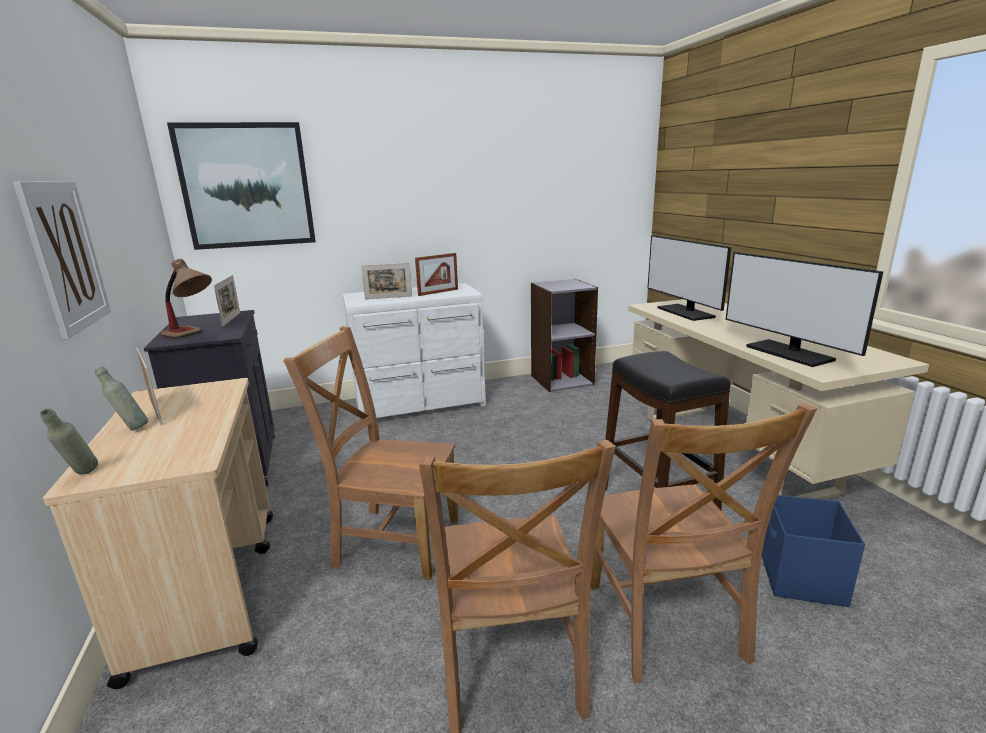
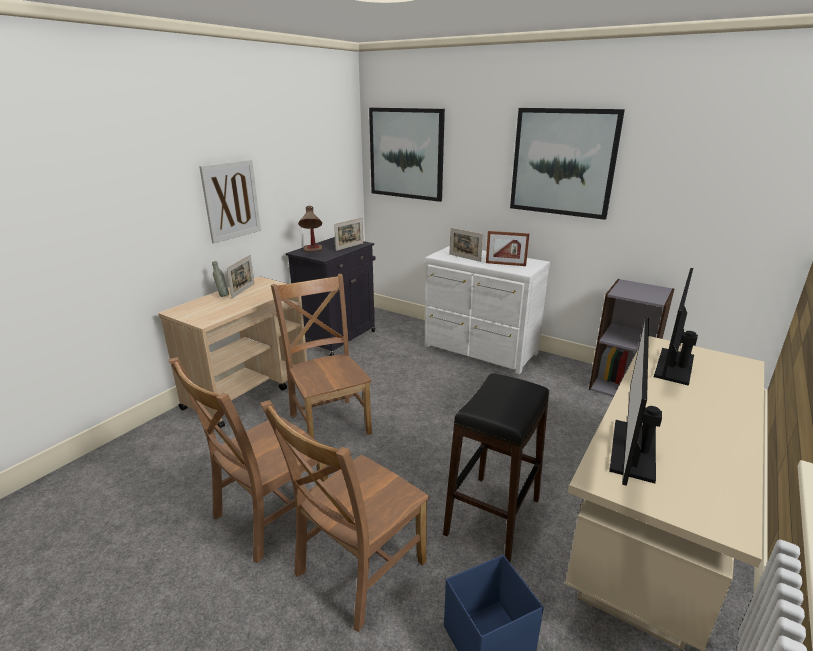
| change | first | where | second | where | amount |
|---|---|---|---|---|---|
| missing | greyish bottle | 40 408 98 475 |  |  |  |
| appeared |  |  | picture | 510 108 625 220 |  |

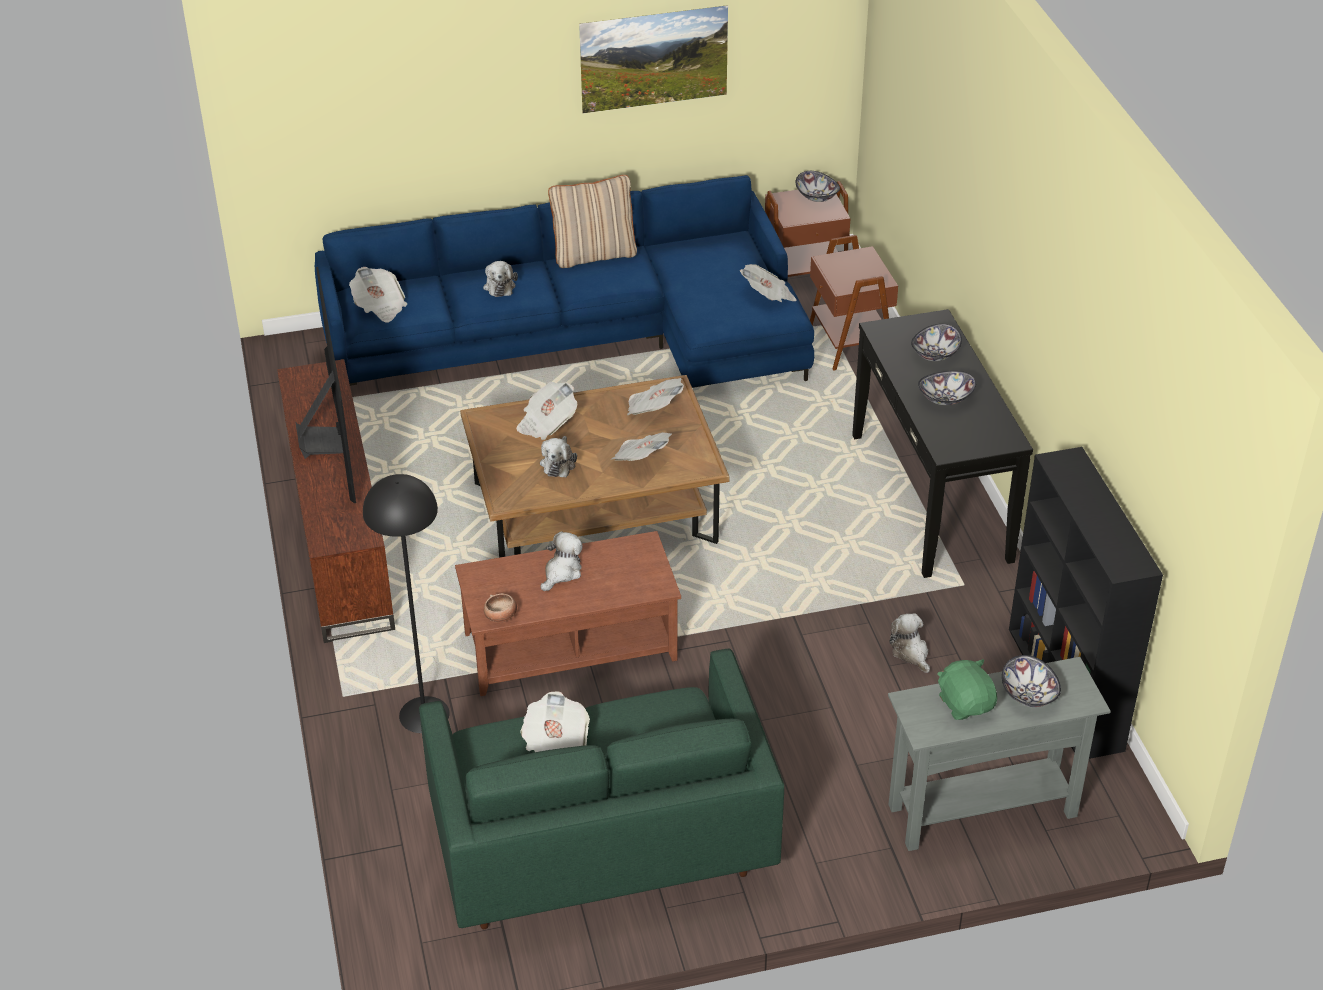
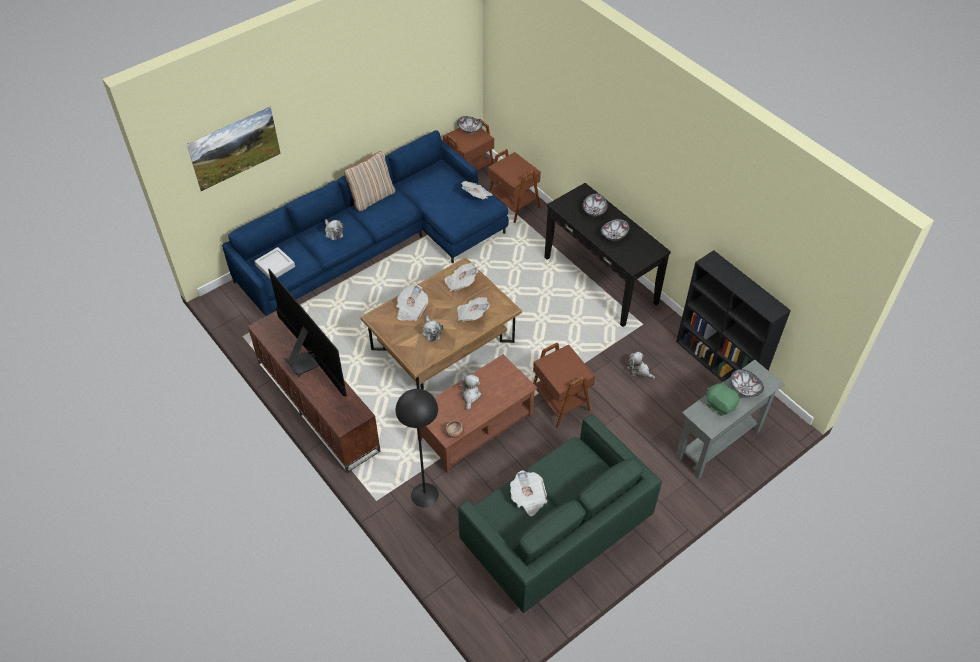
| change | first | where | second | where | amount |
|---|---|---|---|---|---|
| relocated | picture | 579 5 728 114 |  | 187 106 281 191 |  |
| exchanged | printed paper | 349 267 407 322 | greyish tray | 255 247 295 280 |  |
| appeared |  |  | brown-coloured accent table | 533 343 595 428 |  |

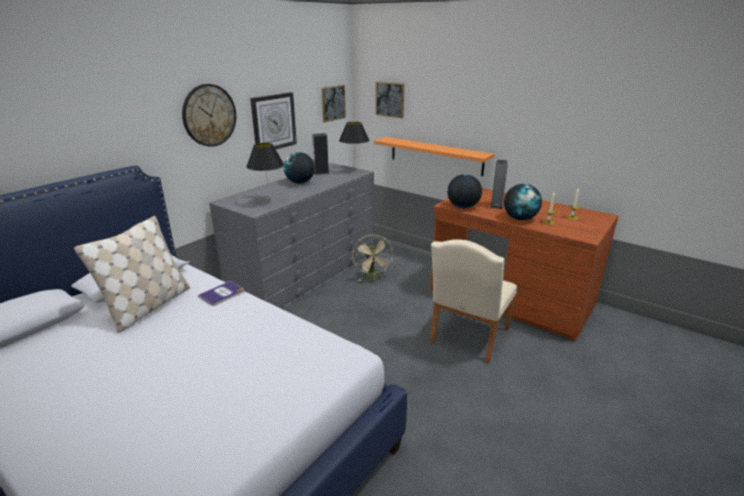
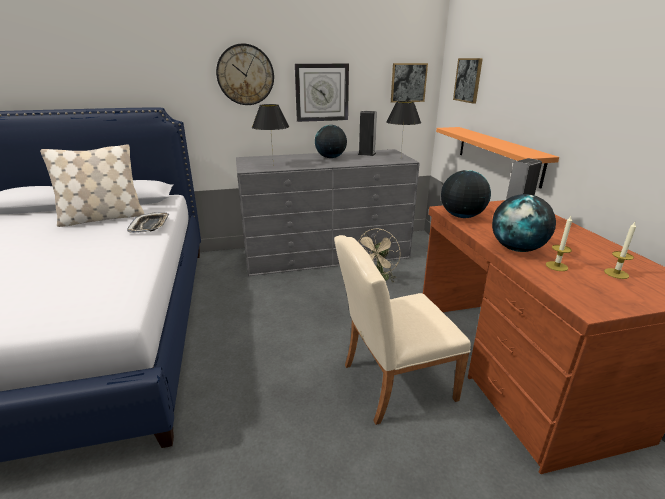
| change | first | where | second | where | amount |
|---|---|---|---|---|---|
| exchanged | book | 198 281 244 306 | tray | 127 212 169 233 |  |

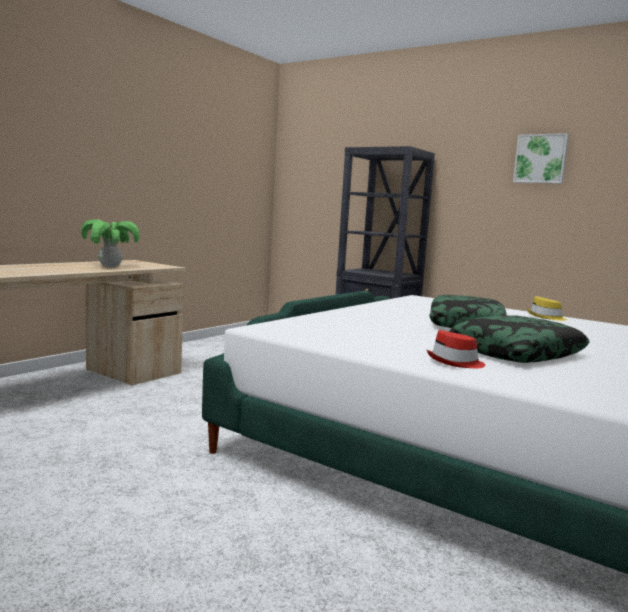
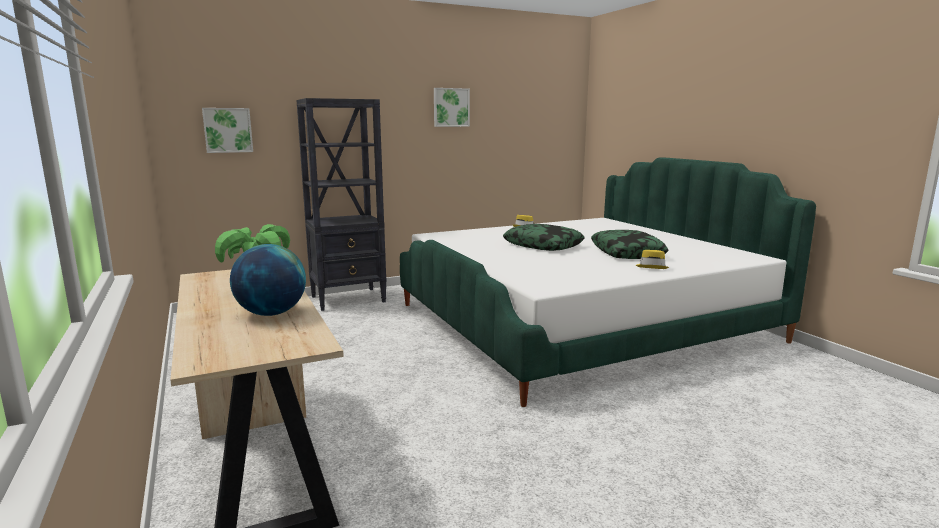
| change | first | where | second | where | amount |
|---|---|---|---|---|---|
| colour | red clothing hat | 427 330 486 368 | yellow-coloured clothing hat | 635 250 669 269 |  |
| appeared |  |  | picture | 202 108 253 153 |  |
| appeared |  |  | desk globe | 230 244 306 316 |  |

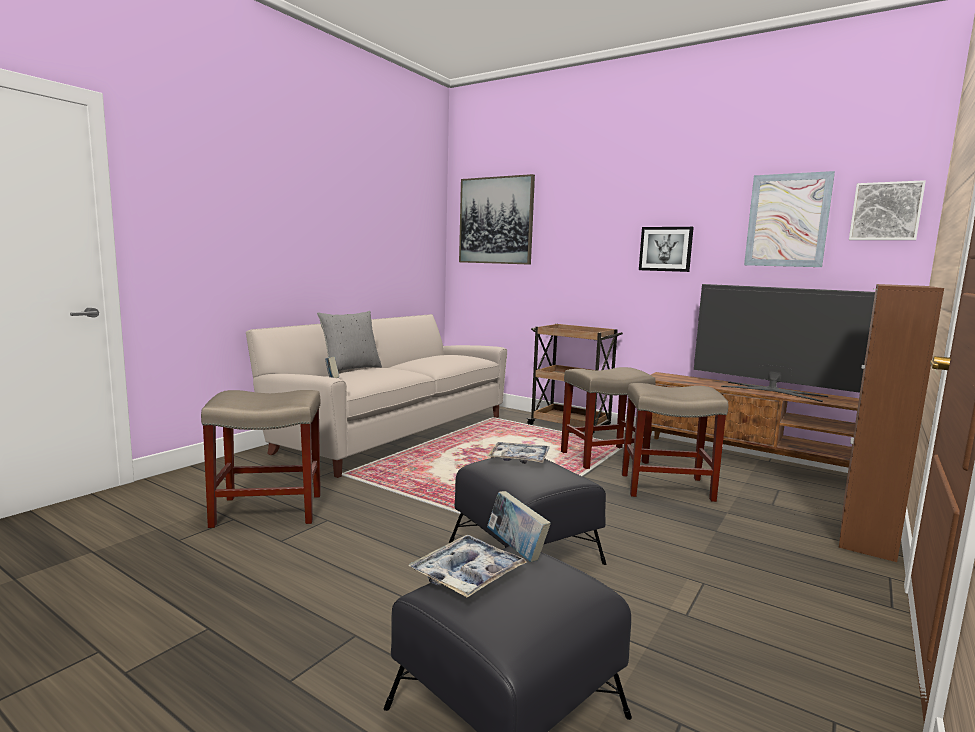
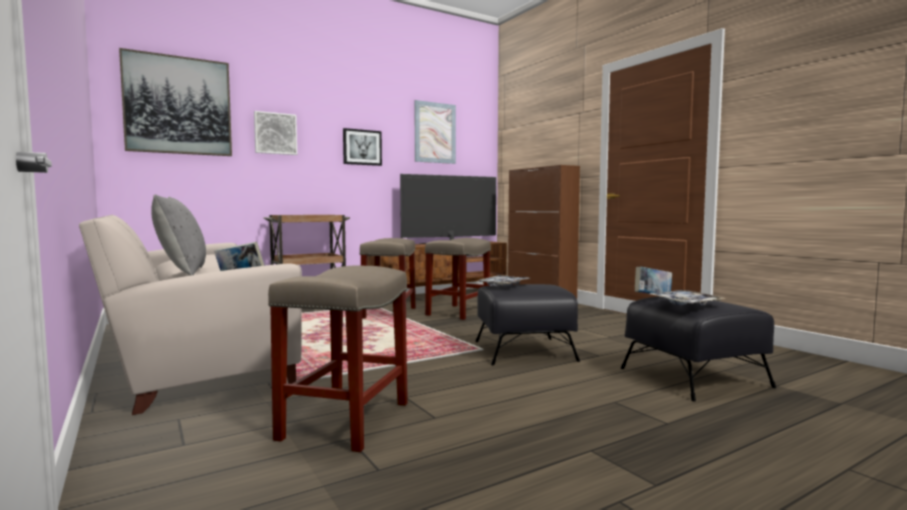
| change | first | where | second | where | amount |
|---|---|---|---|---|---|
| relocated | picture | 849 180 926 240 |  | 254 111 297 155 |  |

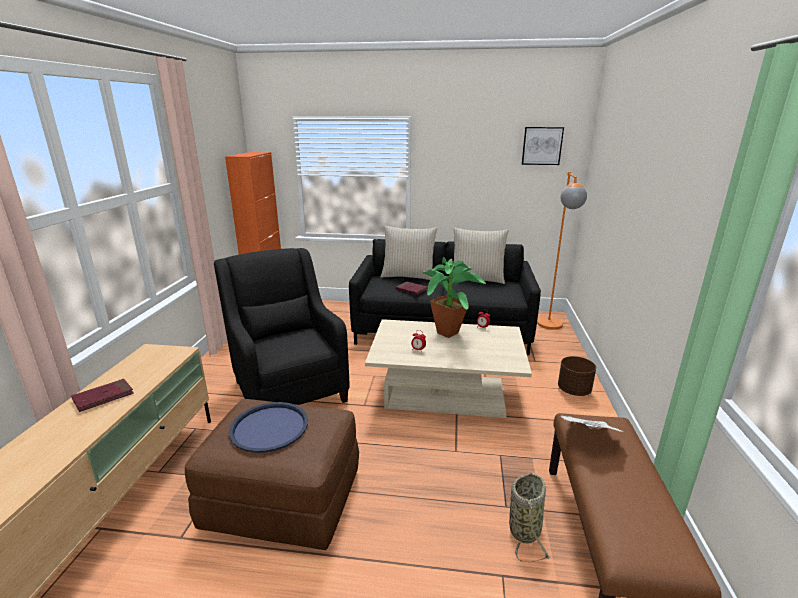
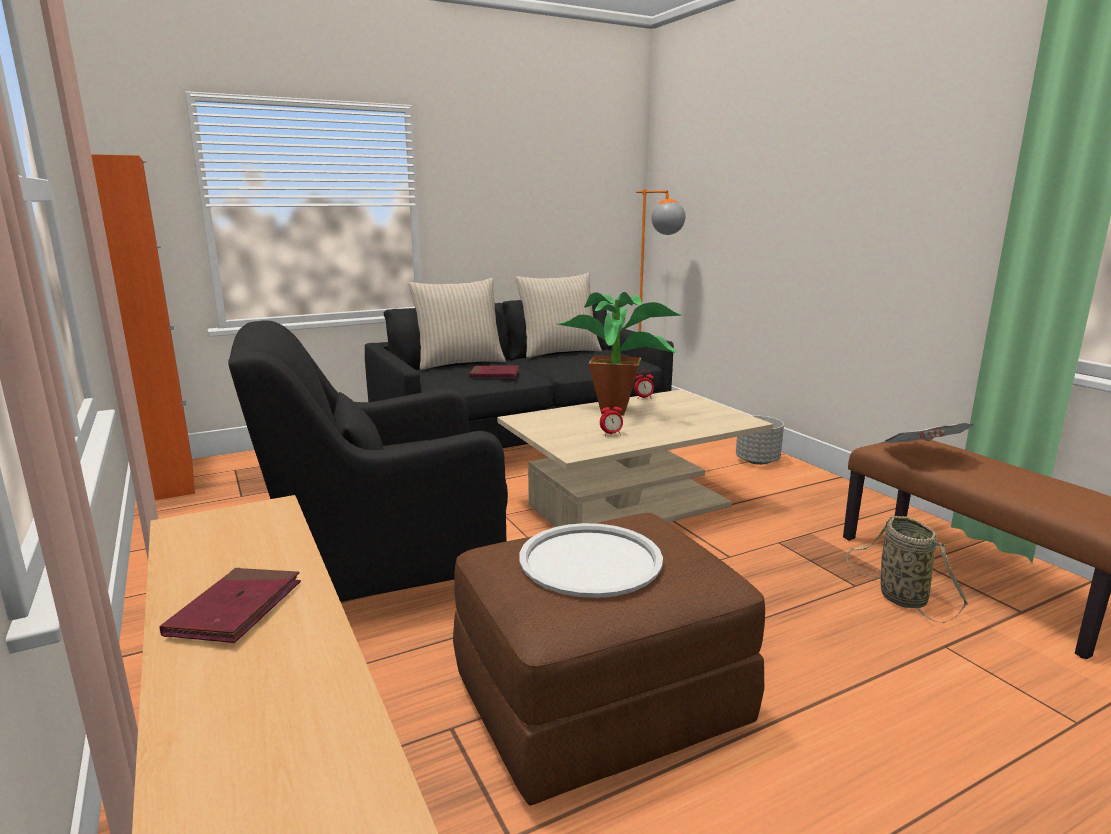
| change | first | where | second | where | amount |
|---|---|---|---|---|---|
| missing | picture | 522 127 564 165 |  |  |  |
| spun | black-coloured armchair | 214 248 350 405 |  | 228 320 508 602 | 45 degrees counterclockwise |
| colour | brown-coloured plant pot | 558 356 596 396 | greyish plant pot | 736 416 784 465 |  |
| colour | bluish tray | 229 402 308 453 | whitish tray | 519 523 663 598 |  |

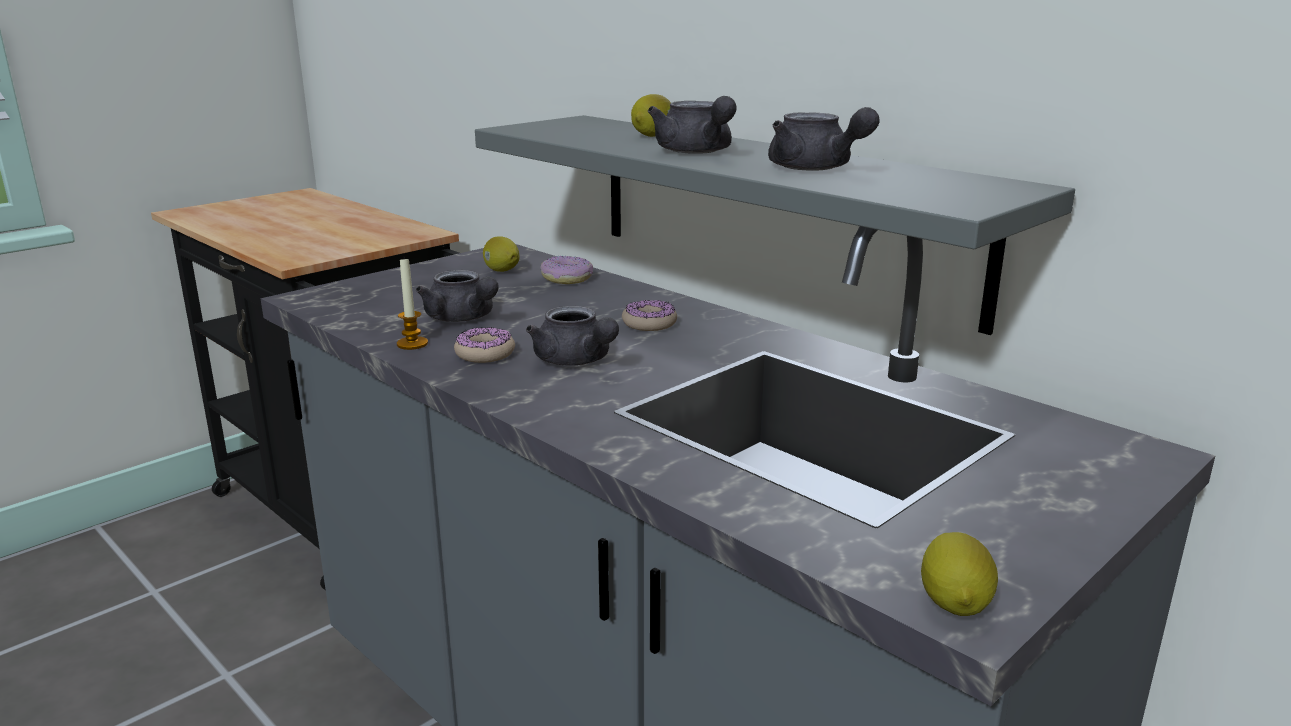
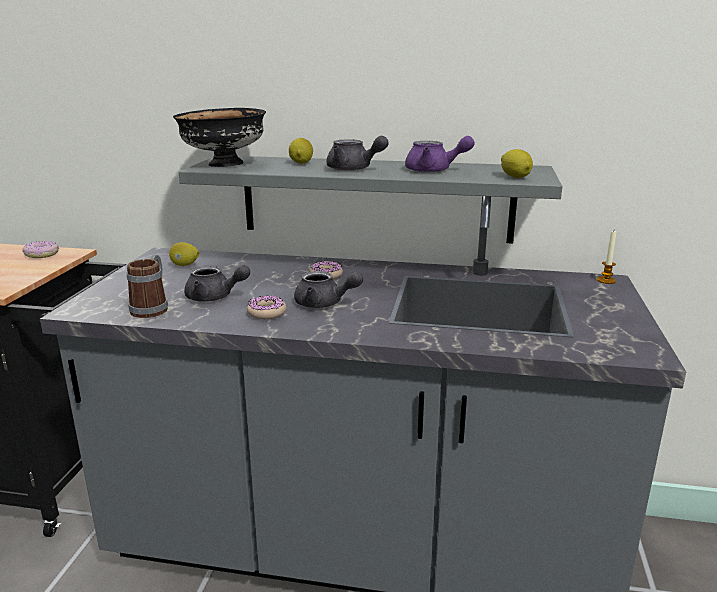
| change | first | where | second | where | amount |
|---|---|---|---|---|---|
| colour | greyish pot for tea | 768 107 880 171 | purple pot for tea | 405 136 475 172 |  |
| relocated | ring doughnut | 540 256 593 284 |  | 23 241 59 258 |  |
| relocated | wax light | 397 258 428 350 |  | 597 231 617 284 |  |
| relocated | whole lemon | 921 532 998 616 |  | 501 149 533 178 |  |
| appeared |  |  | black-coloured bowl | 173 108 266 167 |  |
| appeared |  |  | coffee mug | 127 255 168 318 |  |

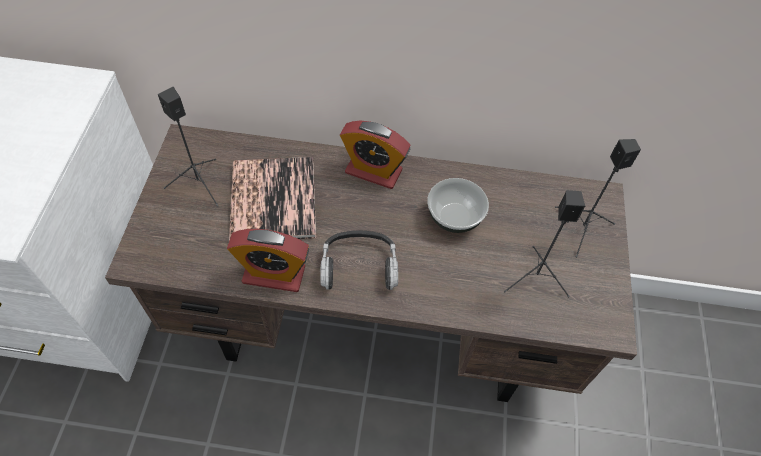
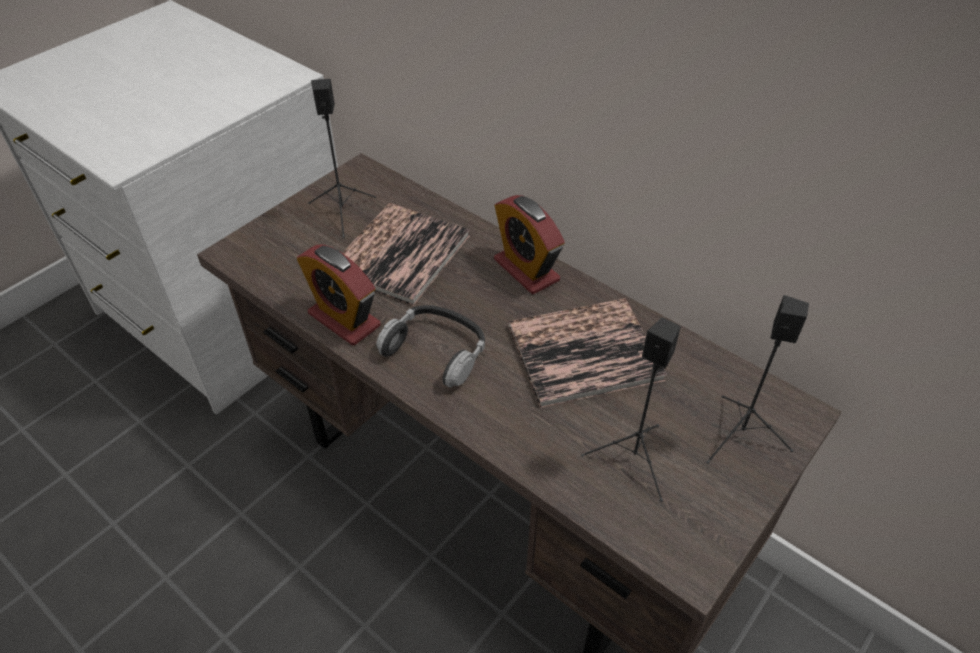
| change | first | where | second | where | amount |
|---|---|---|---|---|---|
| exchanged | bowl | 427 178 489 233 | book | 508 298 667 408 |  |

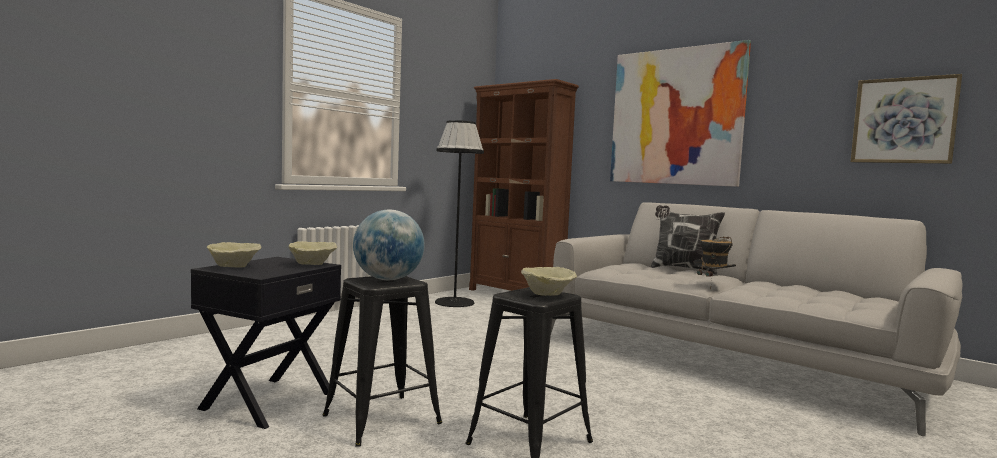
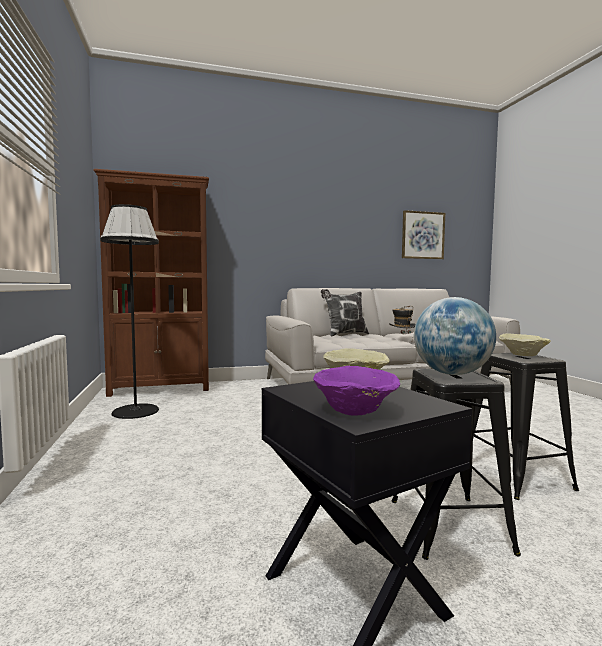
| change | first | where | second | where | amount |
|---|---|---|---|---|---|
| missing | picture | 610 40 751 187 |  |  |  |
| colour | beige-coloured bowl | 207 242 262 267 | purple bowl | 313 366 400 416 |  |

